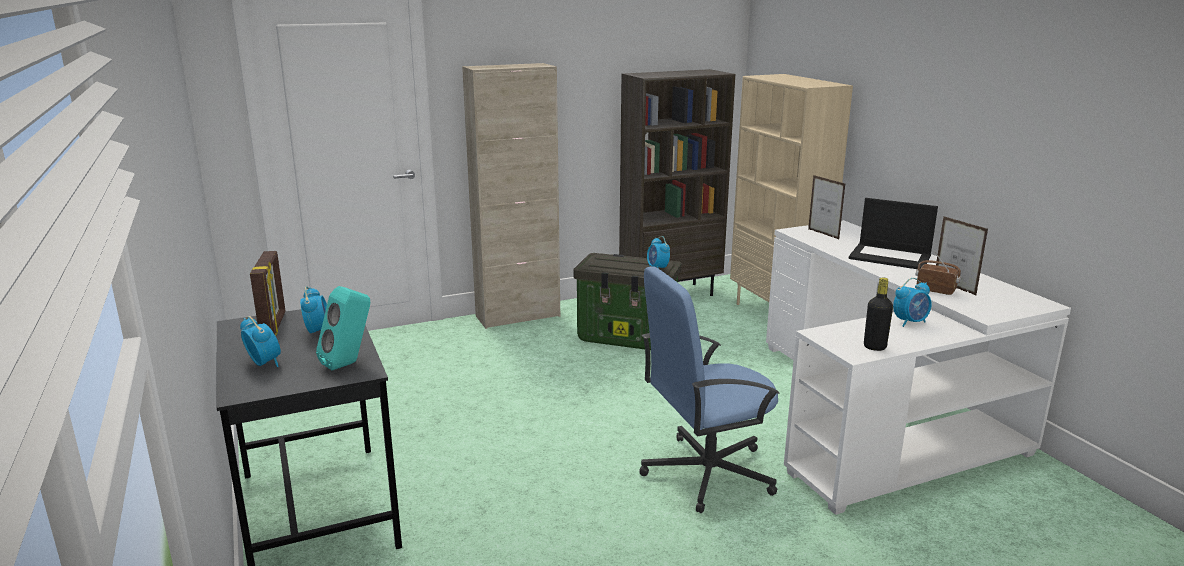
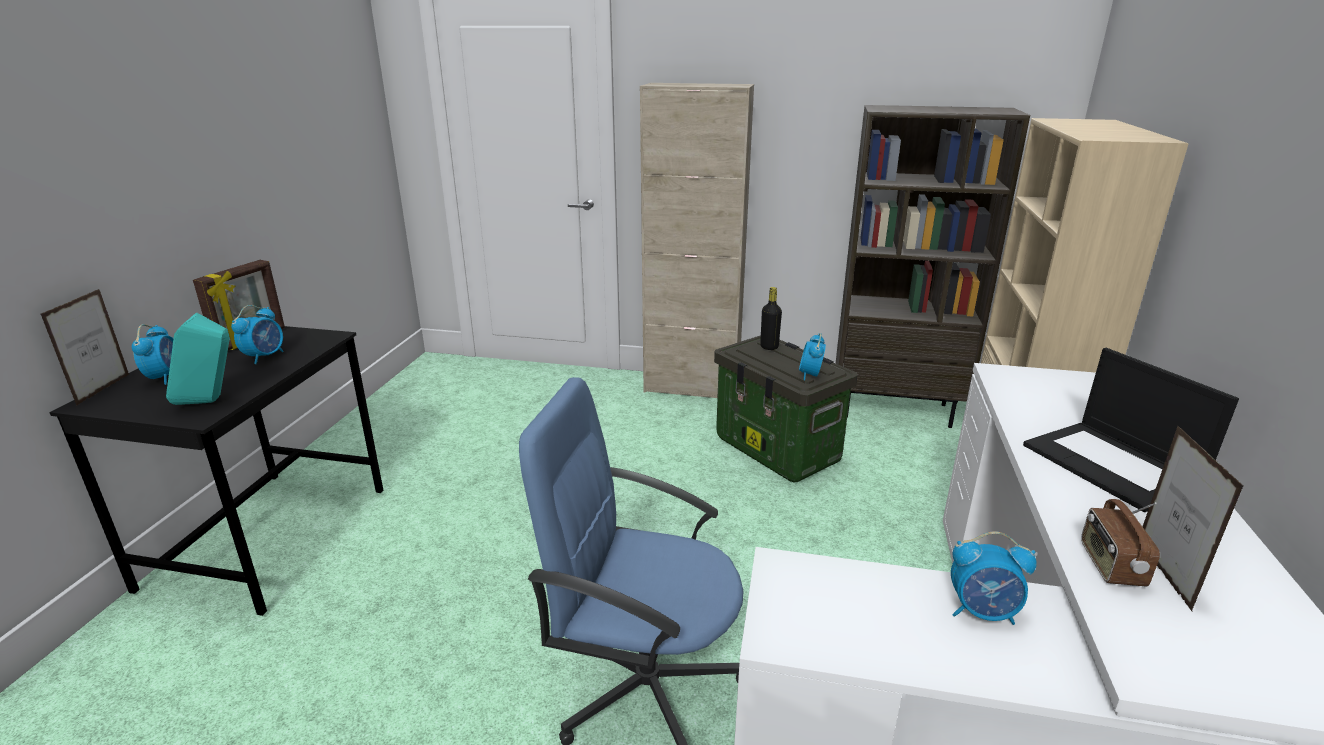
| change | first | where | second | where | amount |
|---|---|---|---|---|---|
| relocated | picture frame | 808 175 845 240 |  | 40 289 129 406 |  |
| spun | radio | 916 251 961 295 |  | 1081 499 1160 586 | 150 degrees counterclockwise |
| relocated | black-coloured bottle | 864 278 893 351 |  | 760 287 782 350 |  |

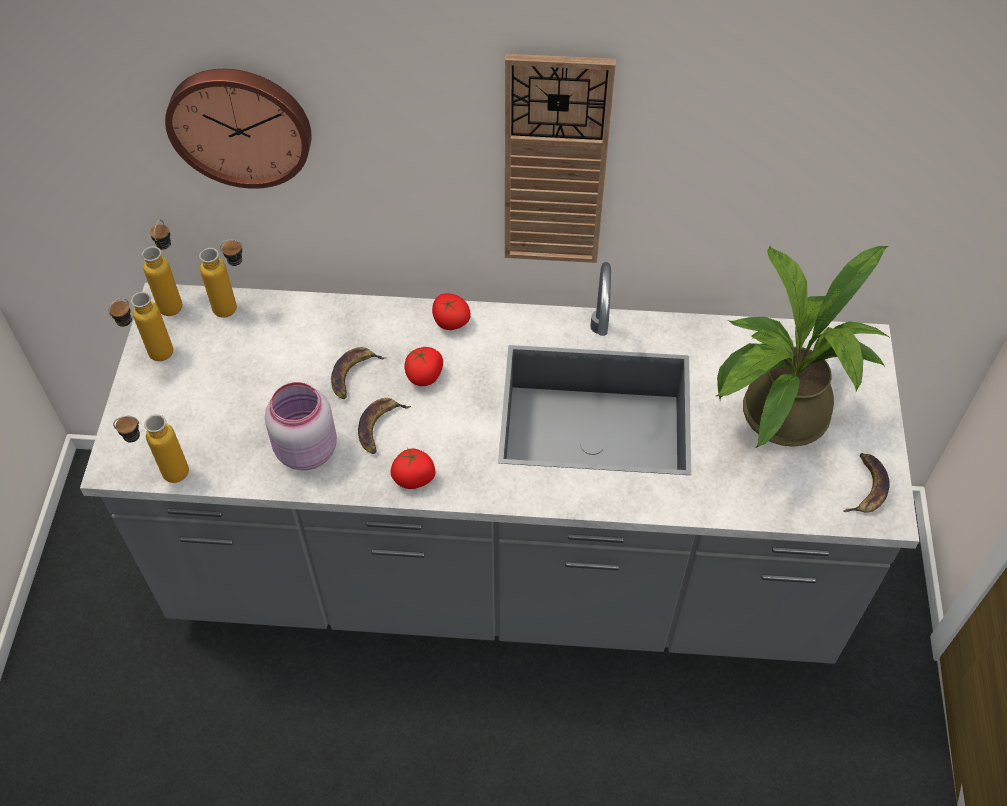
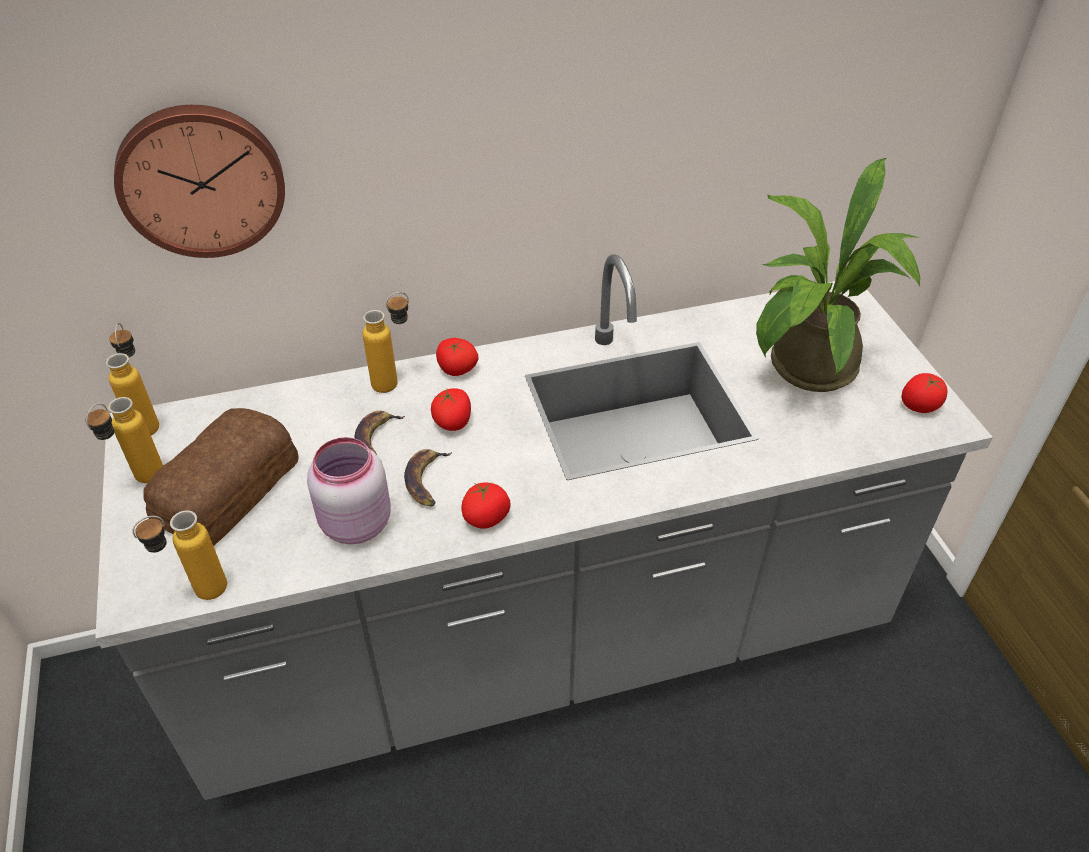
| change | first | where | second | where | amount |
|---|---|---|---|---|---|
| missing | clock on the wall | 505 54 616 263 |  |  |  |
| relocated | bottle | 199 239 243 317 |  | 363 292 409 393 |  |
| exchanged | whole banana | 843 453 890 513 | whole tomato | 901 373 948 413 |  |
| appeared |  |  | bread | 143 408 299 546 |  |

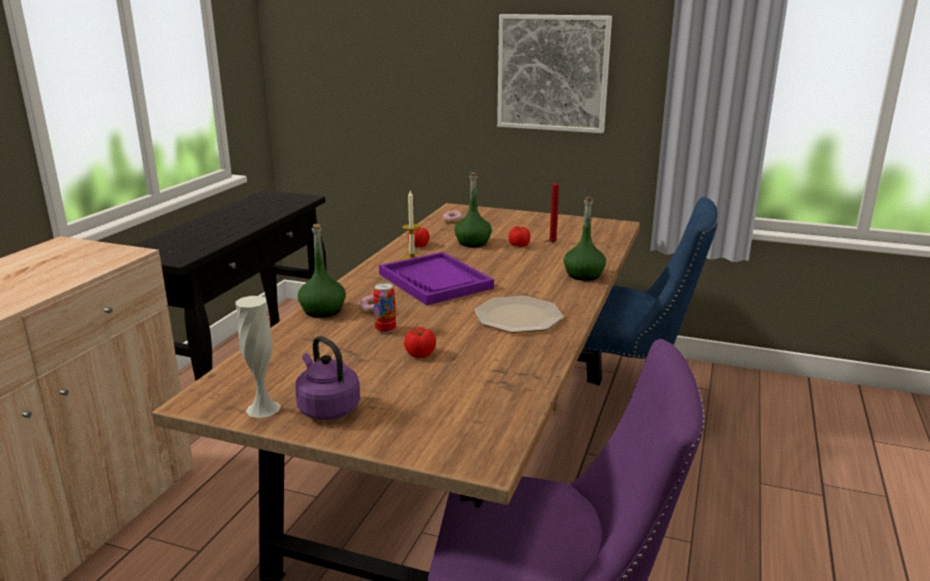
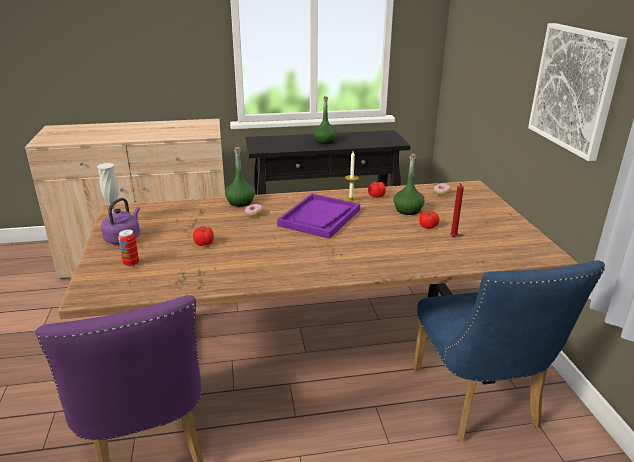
| change | first | where | second | where | amount |
|---|---|---|---|---|---|
| relocated | green-coloured bottle | 563 197 606 281 |  | 313 96 337 144 |  |
| relocated | sealed can | 373 283 396 333 |  | 118 229 139 267 |  |
| missing | flat dish | 474 296 564 333 |  |  |  |

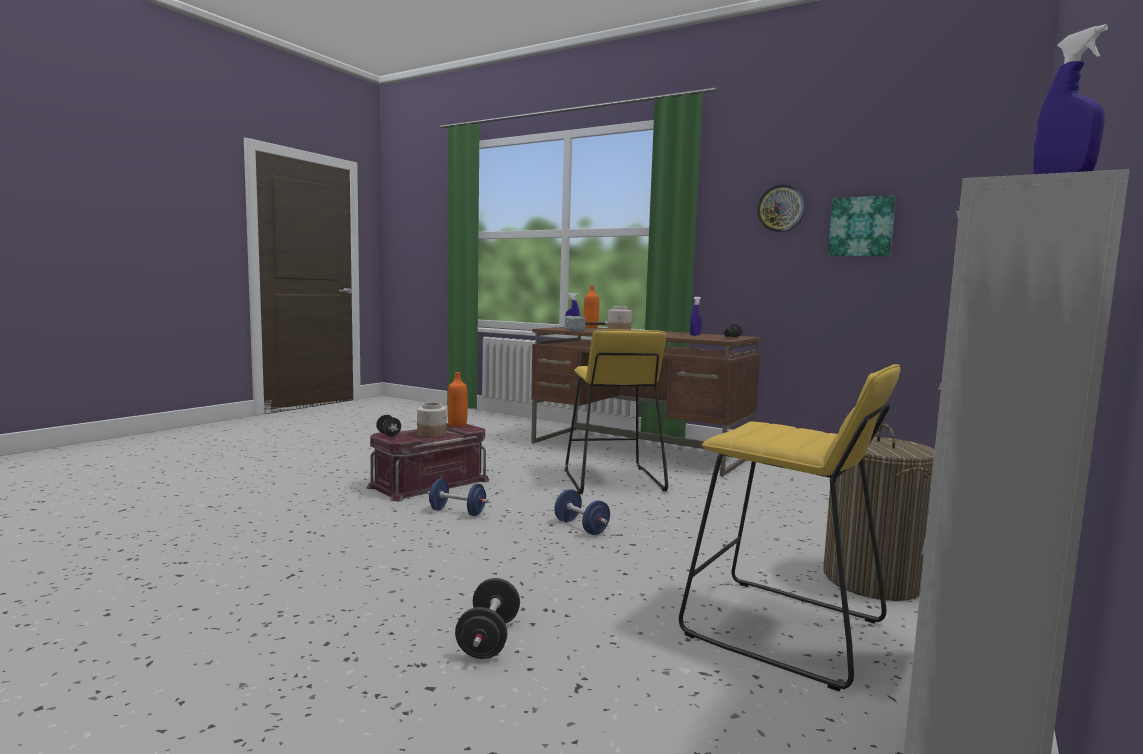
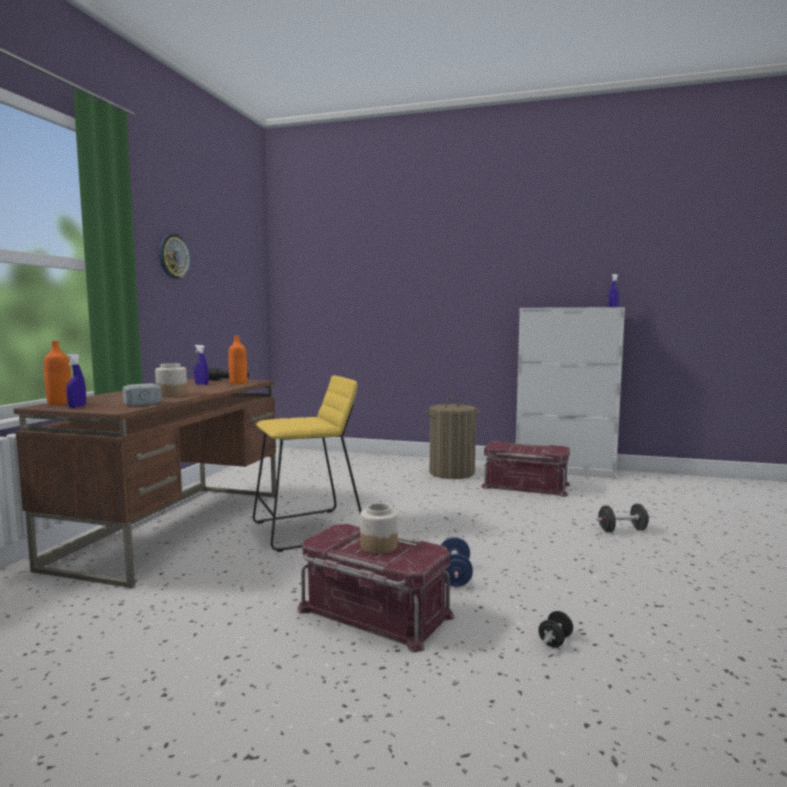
| change | first | where | second | where | amount |
|---|---|---|---|---|---|
| missing | picture | 828 195 896 256 |  |  |  |
| exchanged | yellow-coloured stool | 679 364 900 691 | red storage box | 481 441 570 497 |  |
| relocated | orange-coloured bottle | 447 372 468 427 |  | 228 335 247 384 |  |
| relocated | black-coloured hand weight | 376 415 401 437 |  | 538 611 573 648 |  |
| missing | bluish hand weight | 554 489 610 535 |  |  |  |

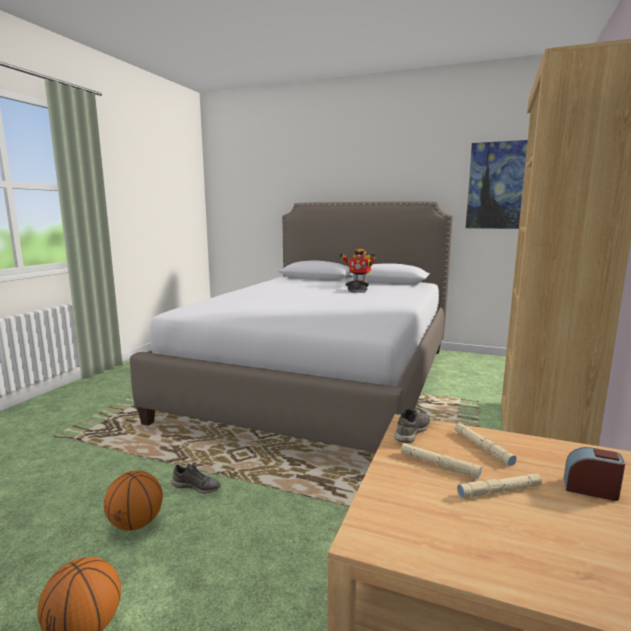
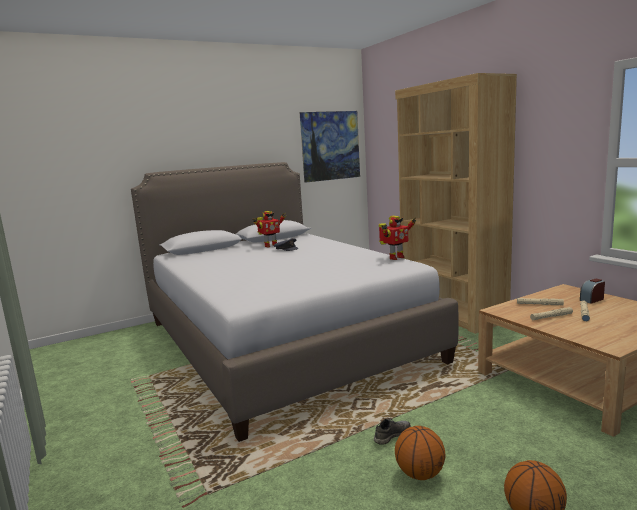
| change | first | where | second | where | amount |
|---|---|---|---|---|---|
| missing | greyish shoe | 395 409 430 443 |  |  |  |
| appeared |  |  | robot figure | 379 216 416 260 |  |

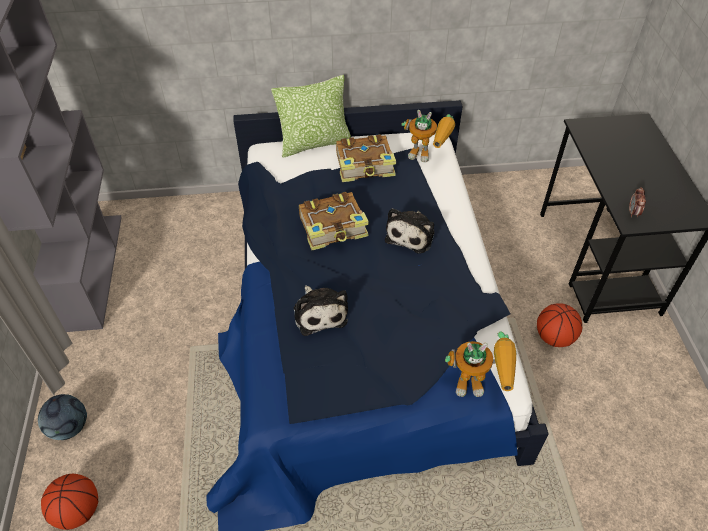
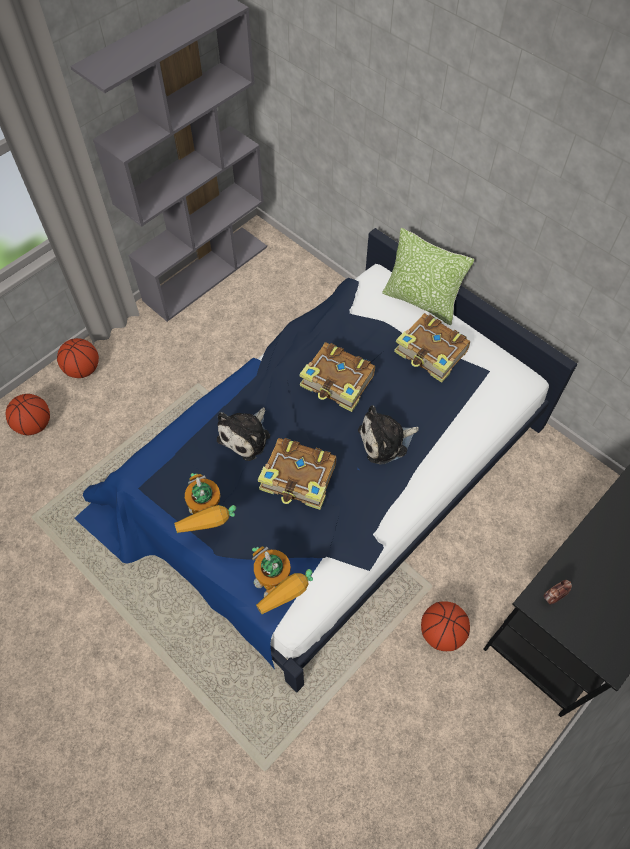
| change | first | where | second | where | amount |
|---|---|---|---|---|---|
| relocated | robot figure | 401 110 455 162 |  | 174 473 236 533 |  |
| exchanged | ball for football | 38 394 87 440 | basketball | 57 338 99 378 |  |
| appeared |  |  | book | 258 438 337 510 |  |

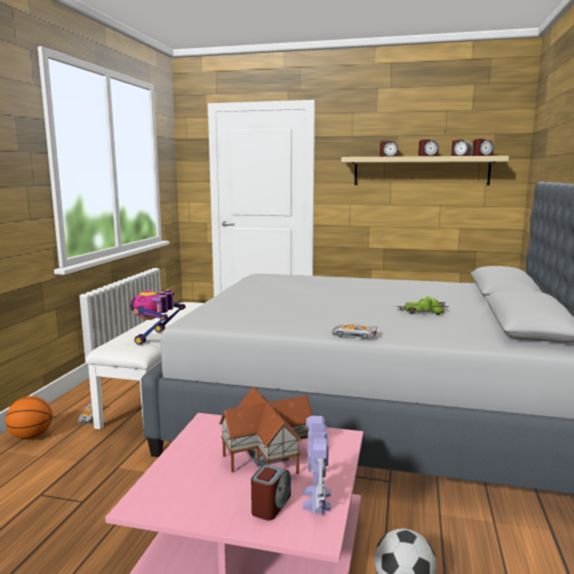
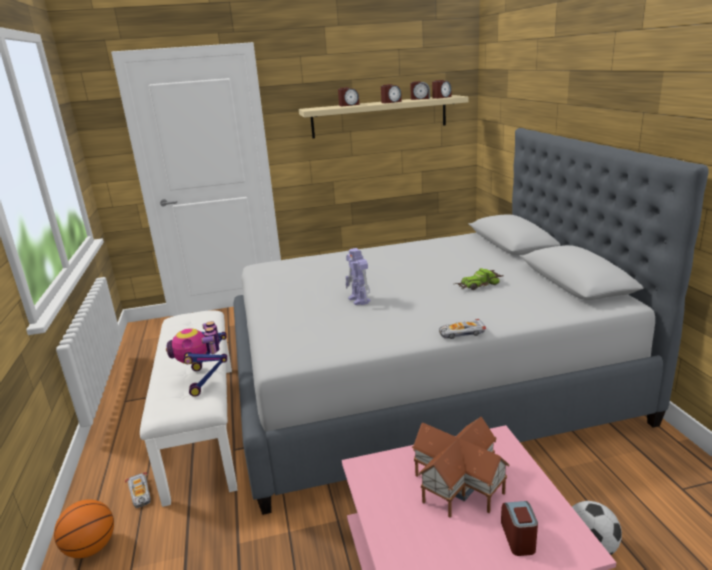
| change | first | where | second | where | amount |
|---|---|---|---|---|---|
| relocated | robot figure | 303 416 331 514 |  | 346 248 370 305 |  |

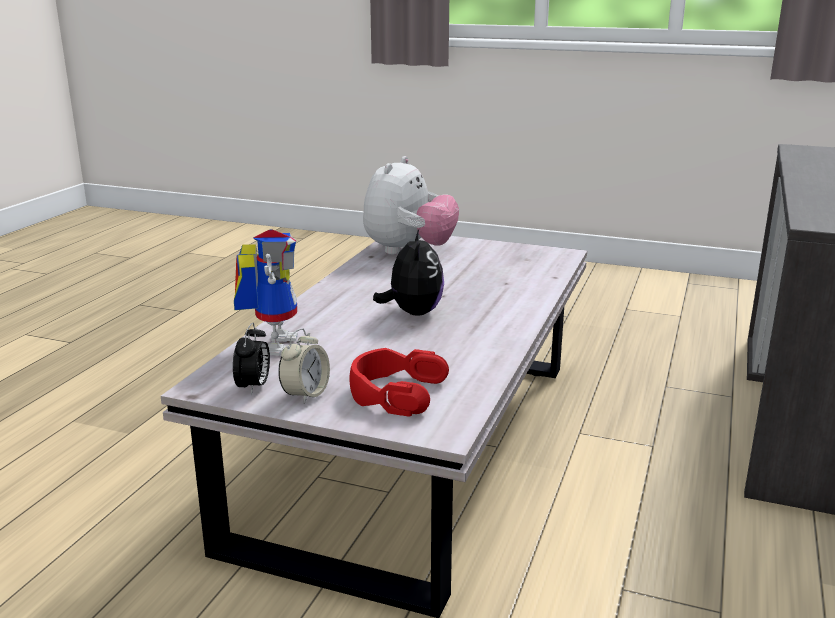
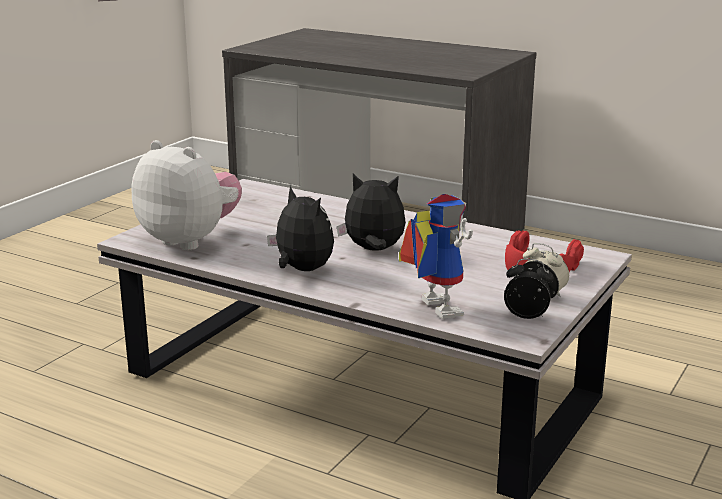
| change | first | where | second | where | amount |
|---|---|---|---|---|---|
| spun | robot figure | 234 230 298 356 |  | 399 194 473 319 | 60 degrees clockwise |
| appeared |  |  | plush toy | 267 186 334 271 |  |

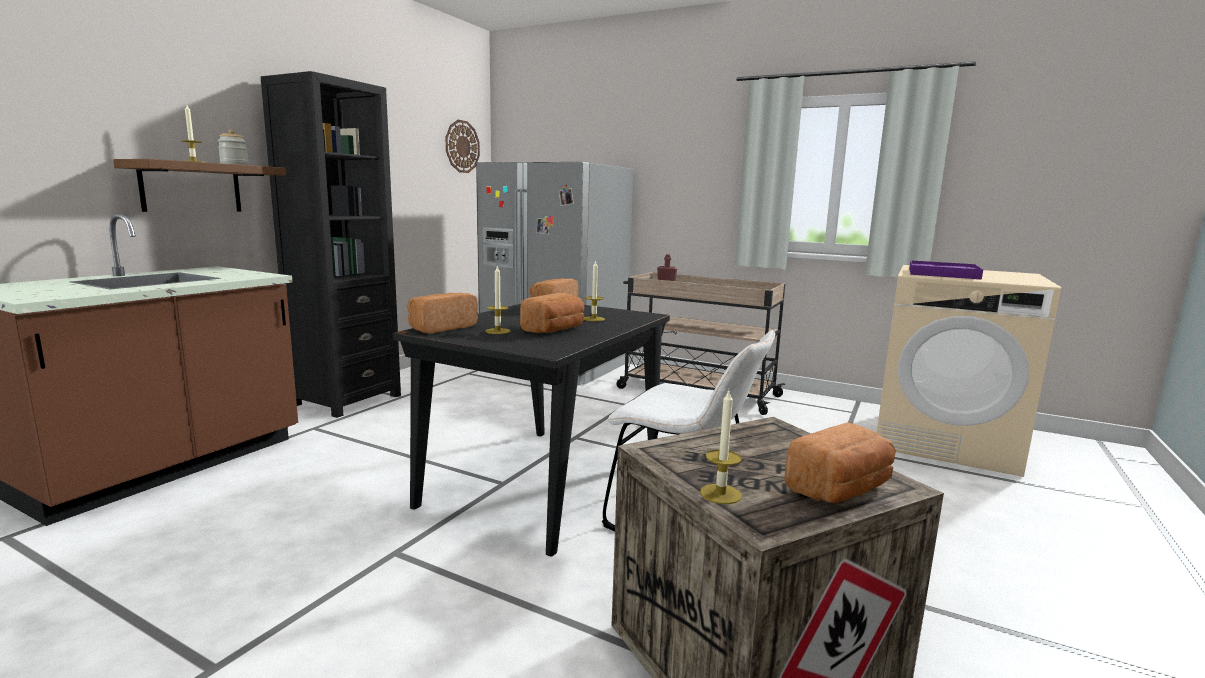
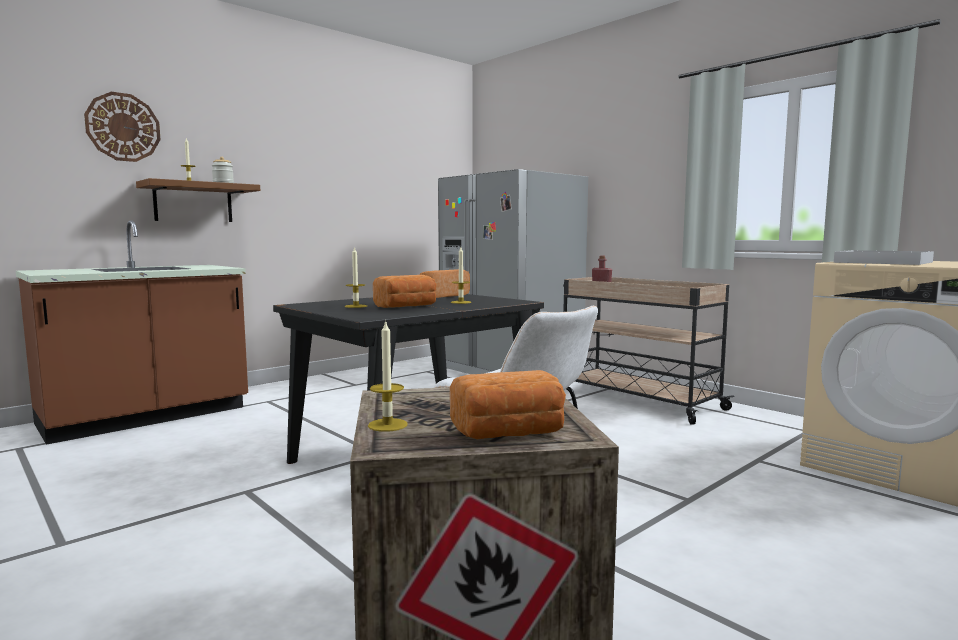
| change | first | where | second | where | amount |
|---|---|---|---|---|---|
| missing | black-coloured bookcase | 261 71 401 418 |  |  |  |
| relocated | clock on the wall | 445 120 480 173 |  | 84 92 161 162 |  |
| colour | purple tray | 909 260 983 279 | whitish tray | 834 250 934 265 |  |
| missing | bread | 407 292 478 334 |  |  |  |

